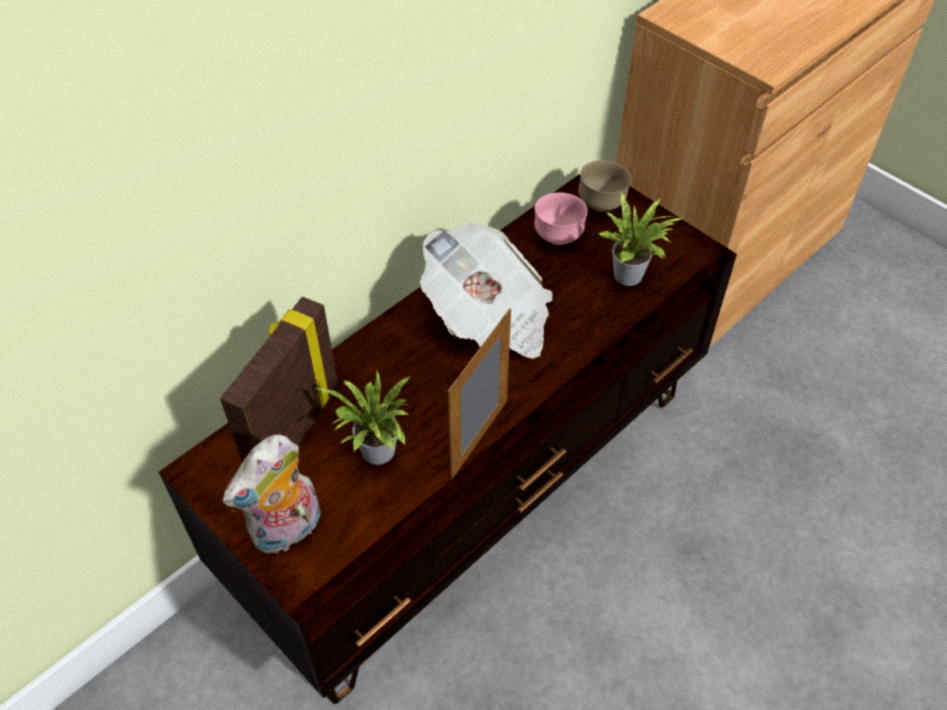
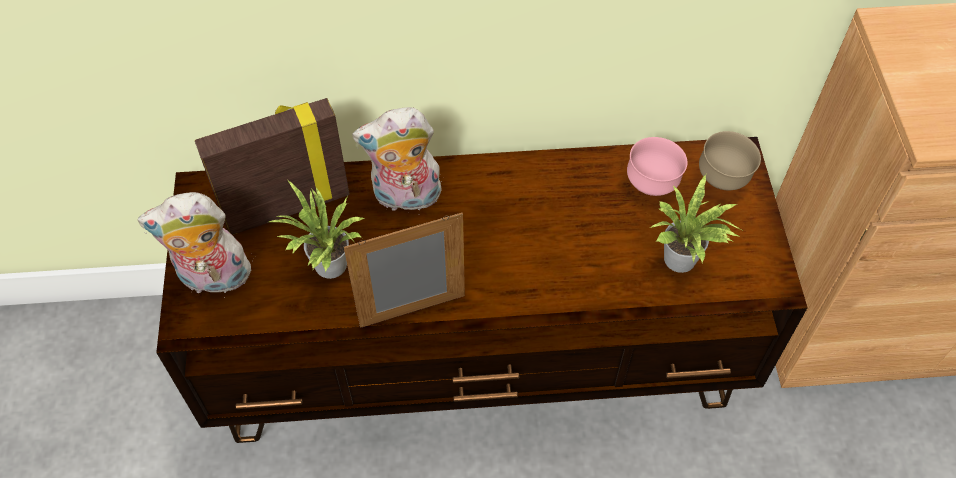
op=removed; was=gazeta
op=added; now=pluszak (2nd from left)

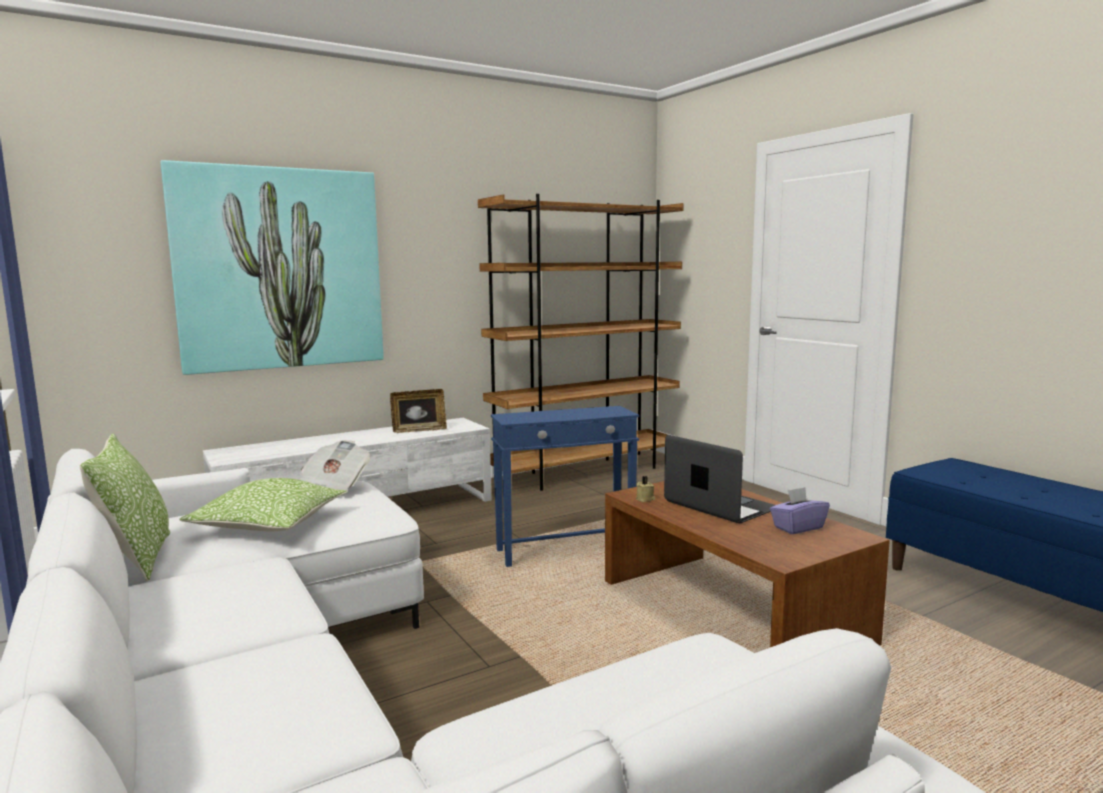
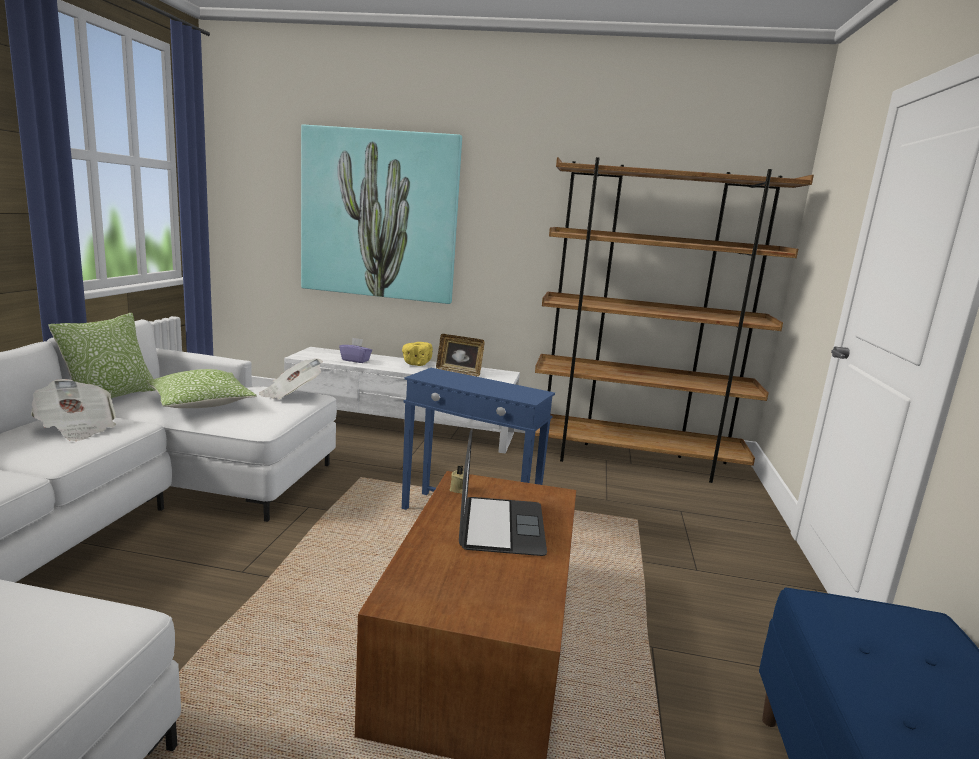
op=added; now=gazeta (1st from left)
op=added; now=miska (żółty)
op=moved; was=pudełko chusteczek (fioletowy)

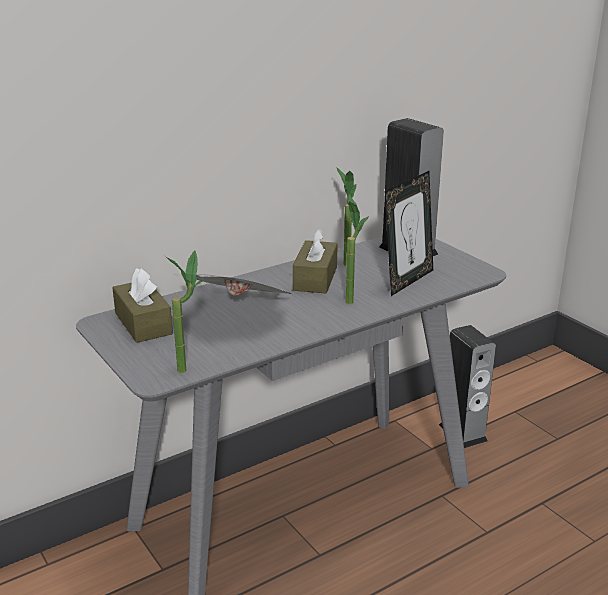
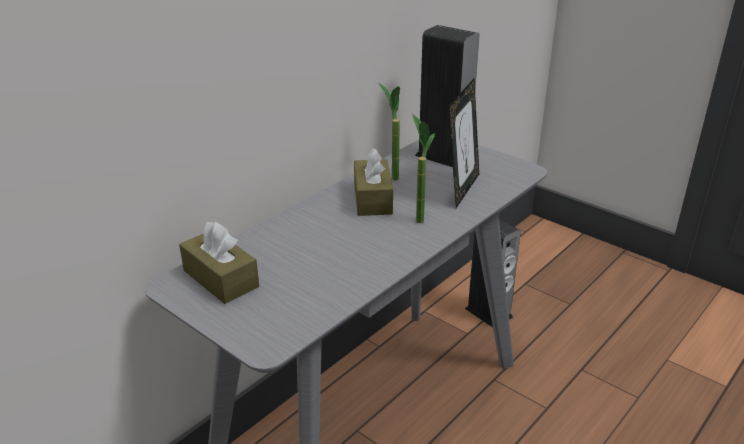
op=removed; was=roślina doniczkowa (1st from left)
op=removed; was=gazeta

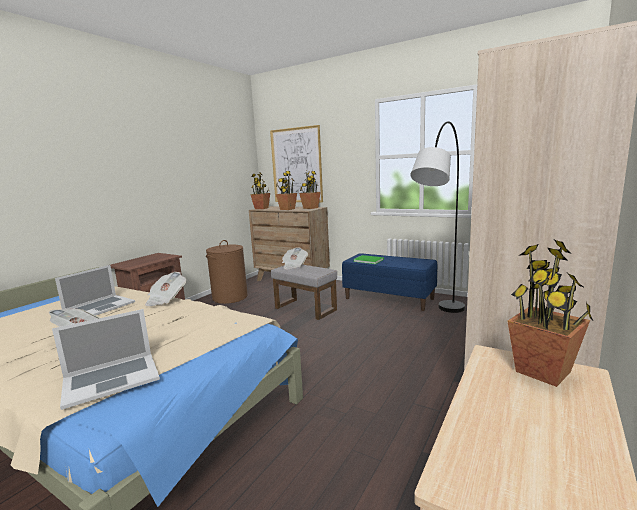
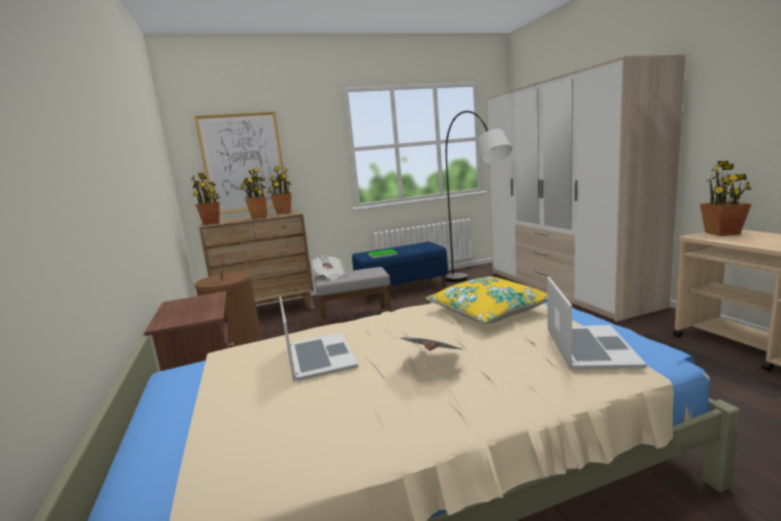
op=removed; was=gazeta (2nd from left)
op=added; now=poduszka (żółty)

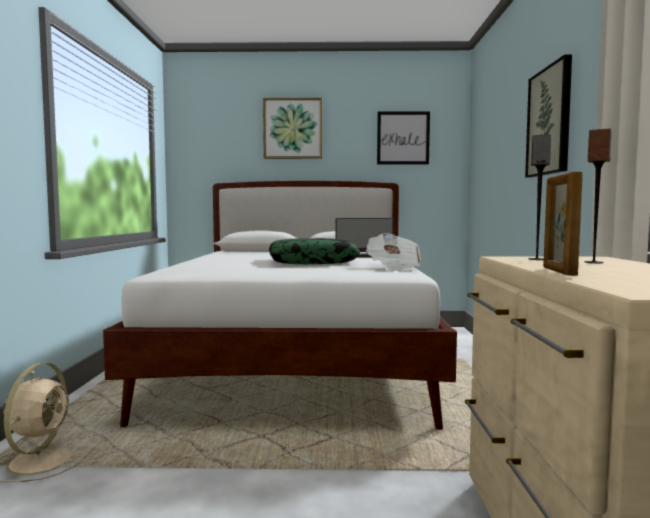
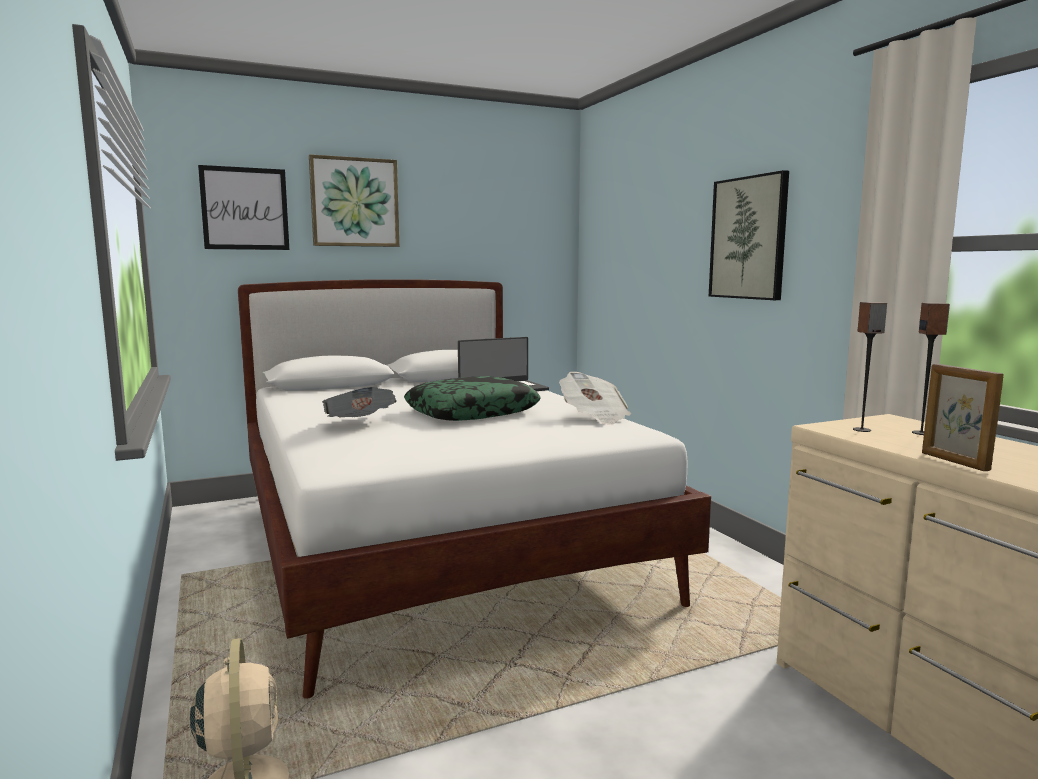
op=added; now=gazeta (1st from left)
op=moved; was=obraz (2nd from left in the first image); now=obraz (1st from left)

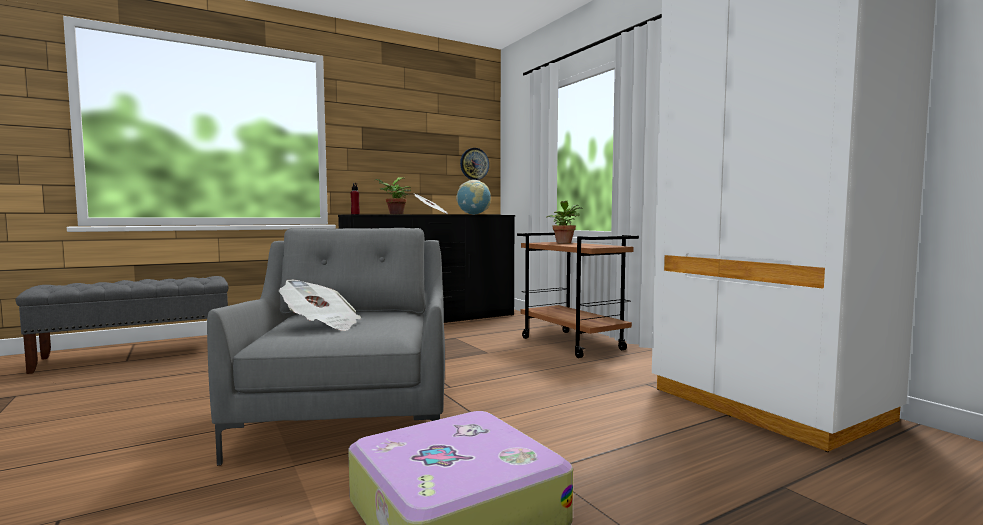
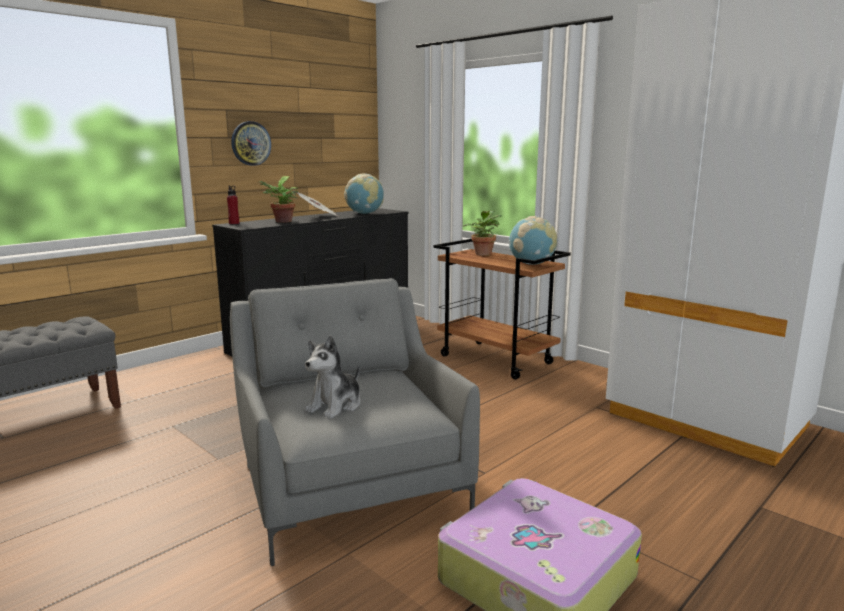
op=added; now=globus (2nd from left)
op=moved; was=zegar ścienny
op=replaced; was=gazeta (1st from left); now=pluszak

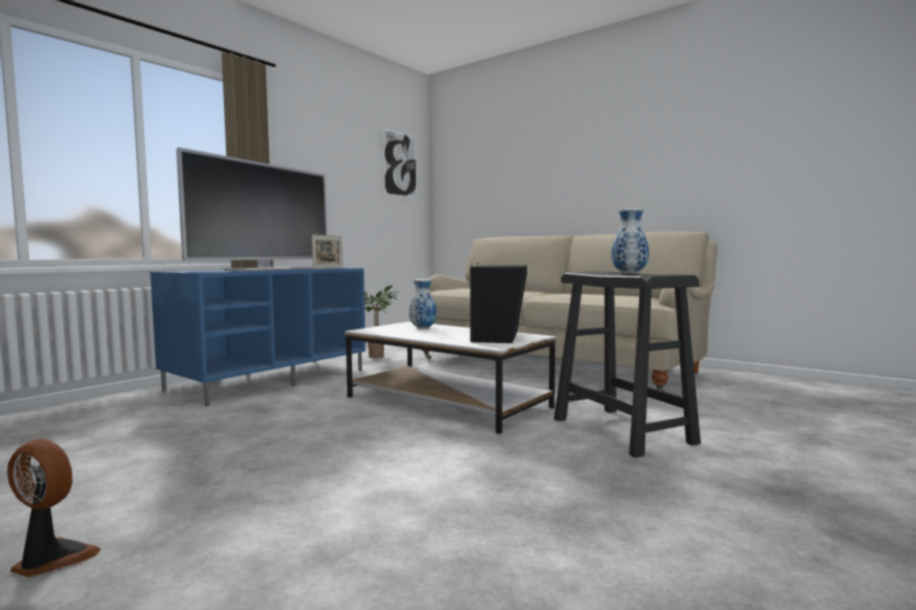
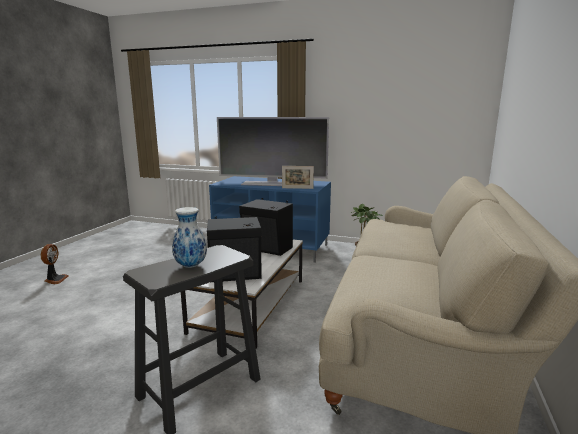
op=removed; was=obraz
op=replaced; was=wazon (1st from left); now=głośnik (czarny) (2nd from left)

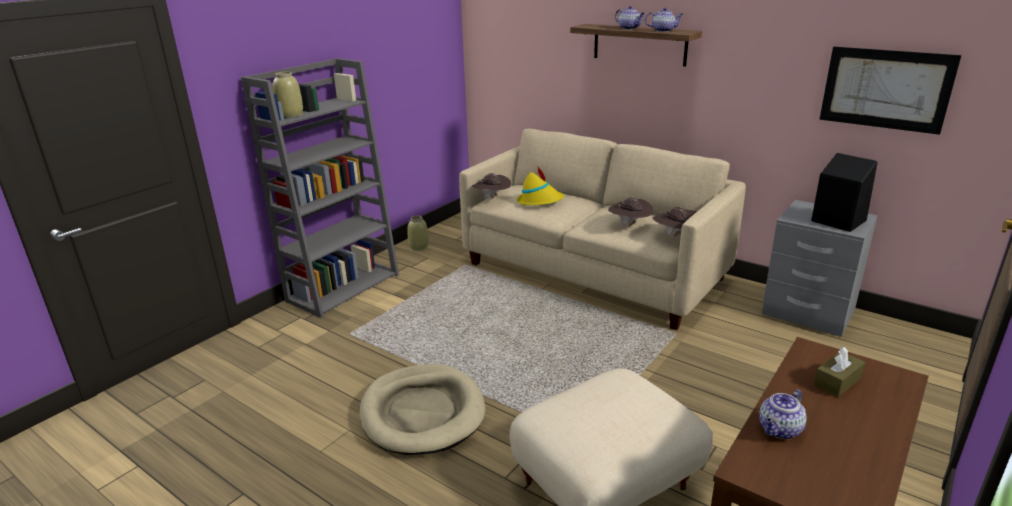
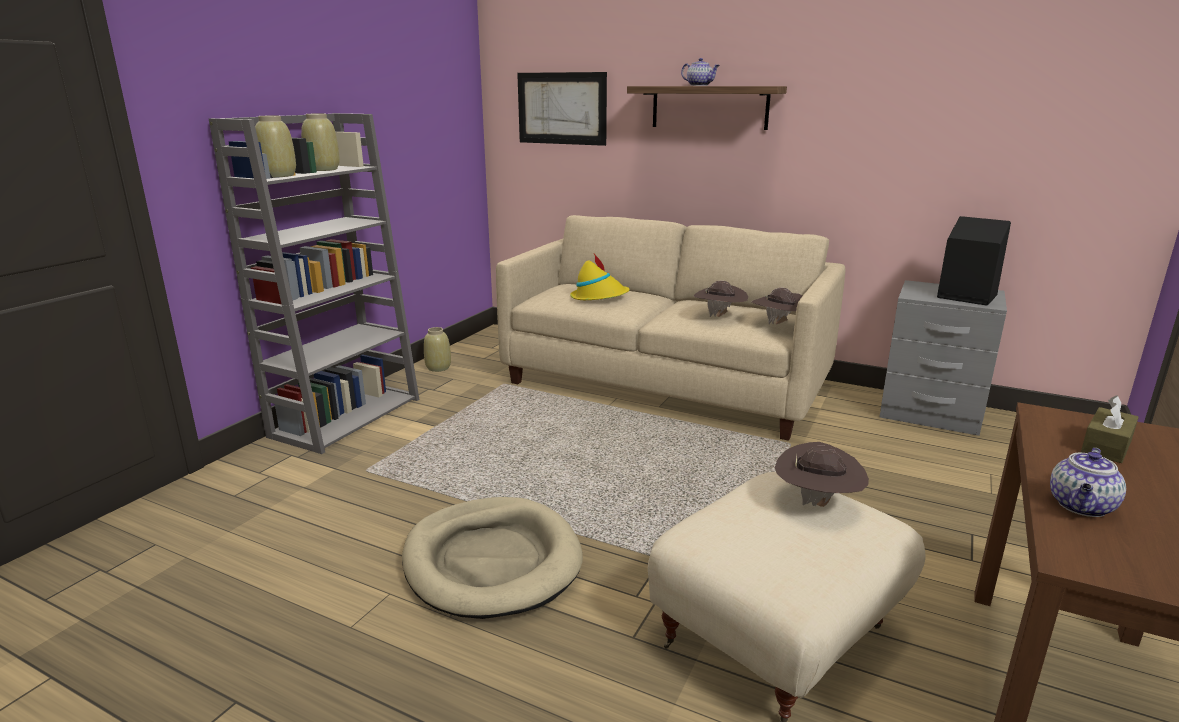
op=removed; was=imbryk (2nd from left)
op=added; now=wazon (beżowy) (2nd from left)
op=moved; was=kapelusz (brązowy) (1st from left in the first image); now=kapelusz (brązowy) (3rd from left)
op=moved; was=obraz

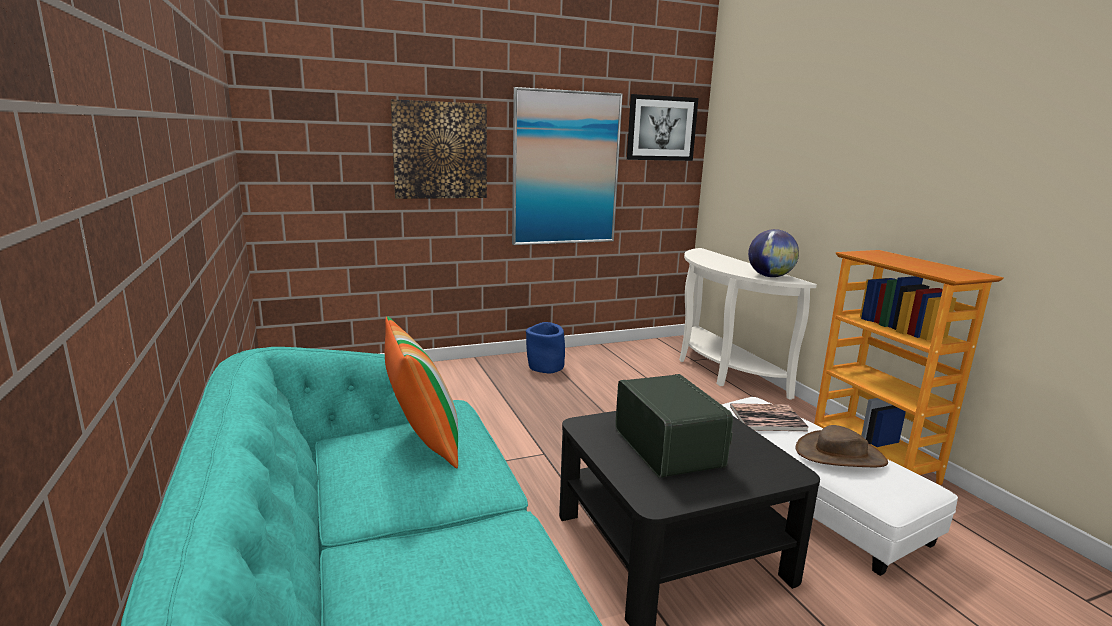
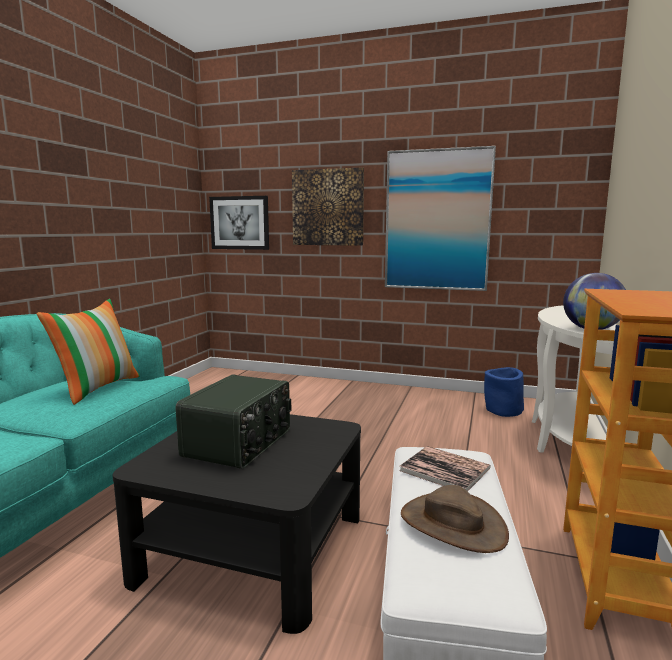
op=moved; was=donica (niebieski)
op=moved; was=obraz (3rd from left in the first image); now=obraz (1st from left)

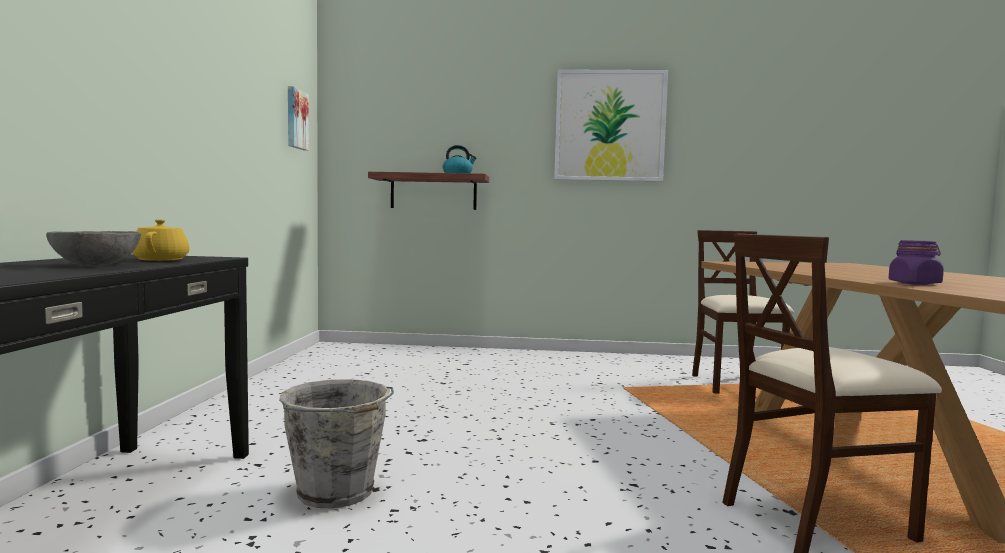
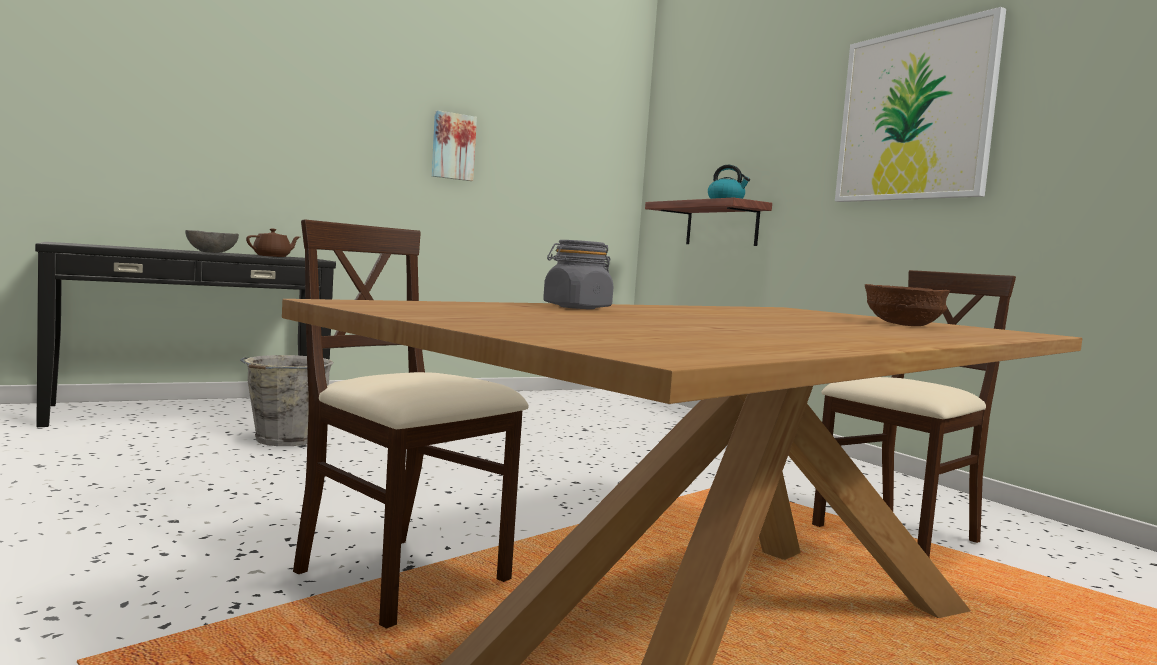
op=added; now=miska (brązowy)
op=moved; was=obraz (1st from left)
op=recoloured; was=imbryk (żółty); now=imbryk (brązowy)
op=recoloured; was=słoik (fioletowy); now=słoik (szary)

